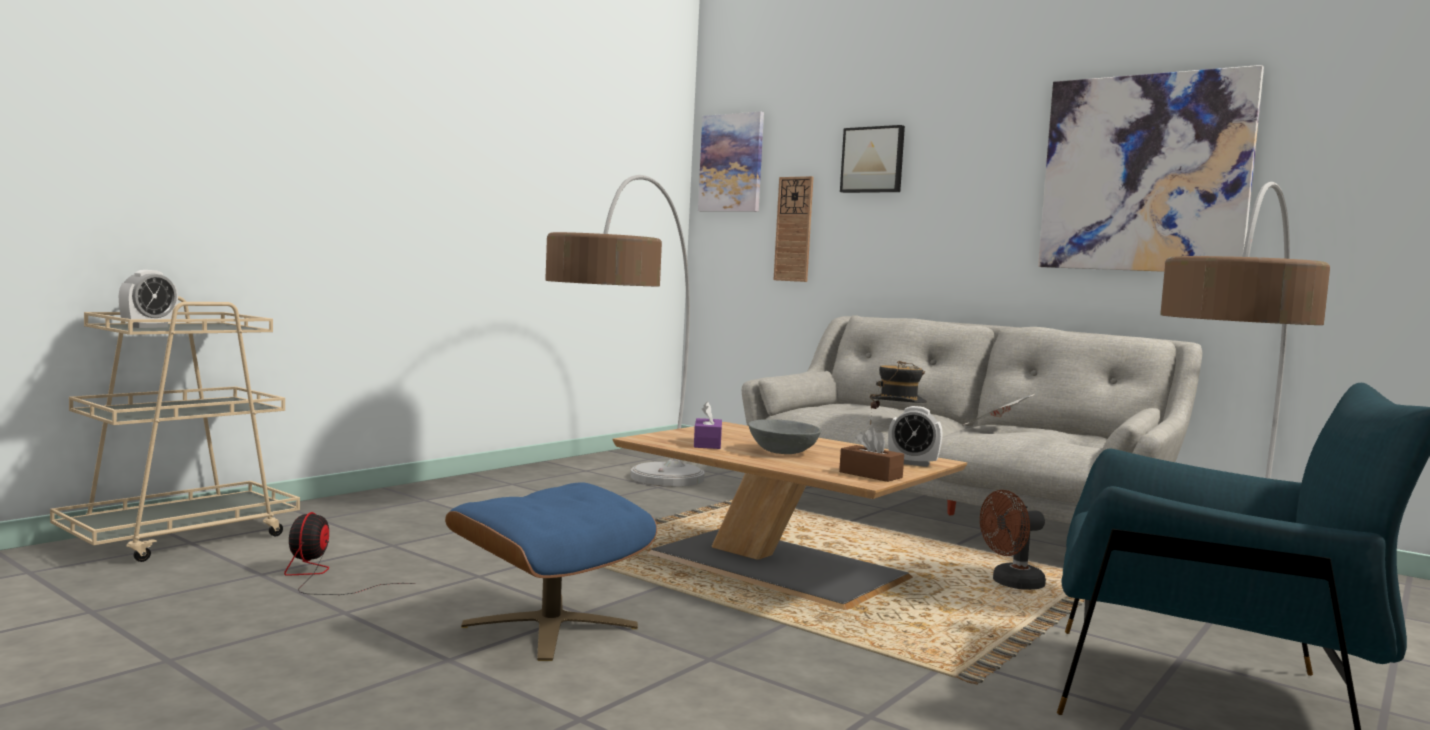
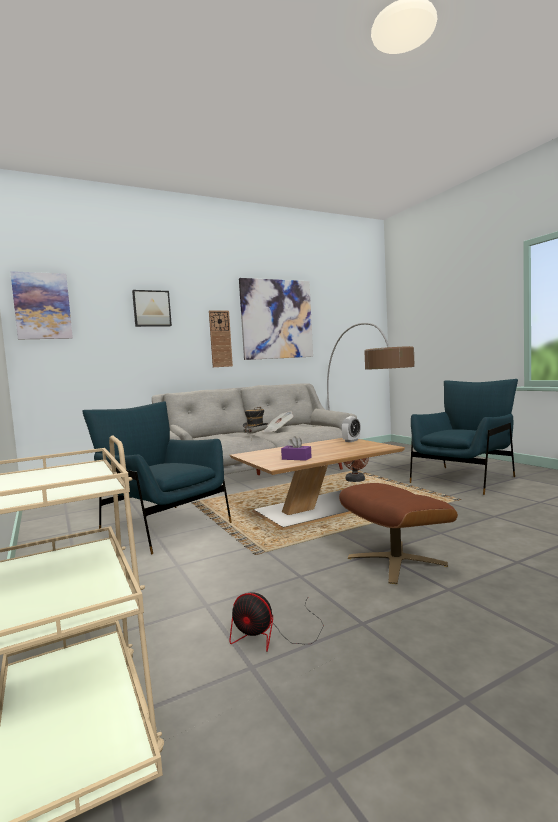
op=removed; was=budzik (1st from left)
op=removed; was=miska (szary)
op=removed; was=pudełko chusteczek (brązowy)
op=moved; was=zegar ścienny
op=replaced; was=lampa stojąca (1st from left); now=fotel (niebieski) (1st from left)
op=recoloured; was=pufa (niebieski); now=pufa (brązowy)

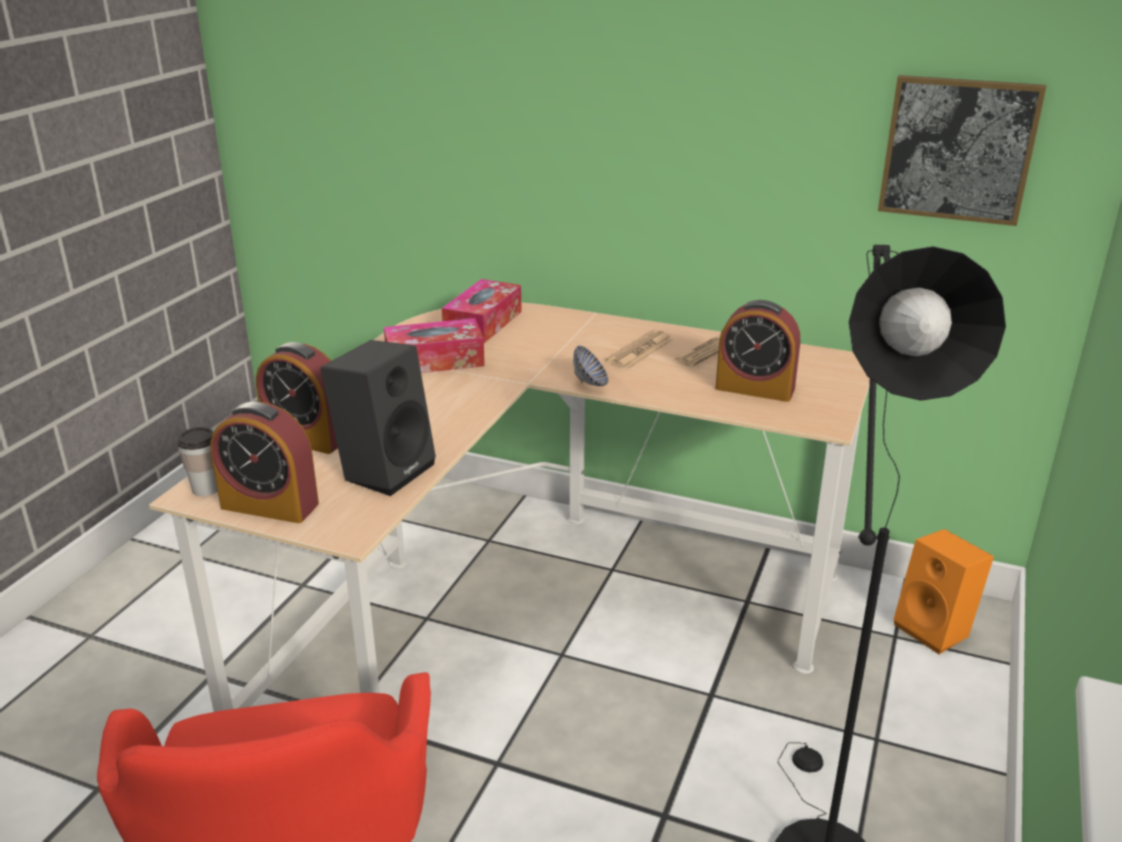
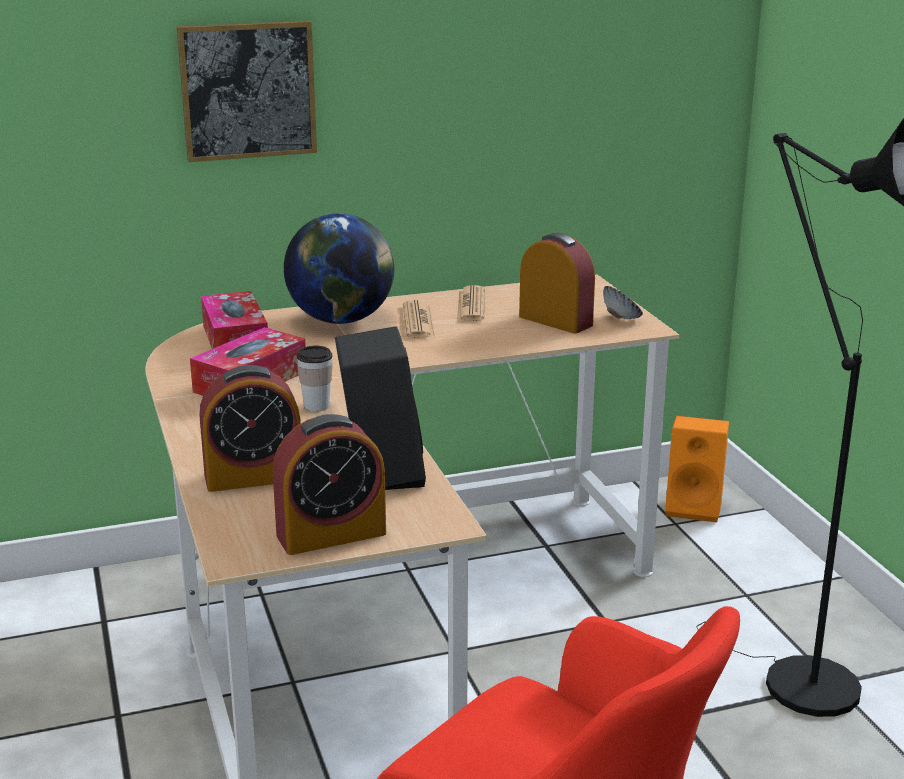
op=added; now=globus
op=moved; was=filiżanka
op=moved; was=miska
op=moved; was=obraz
op=turned; was=budzik (3rd from left); clockwise=-120

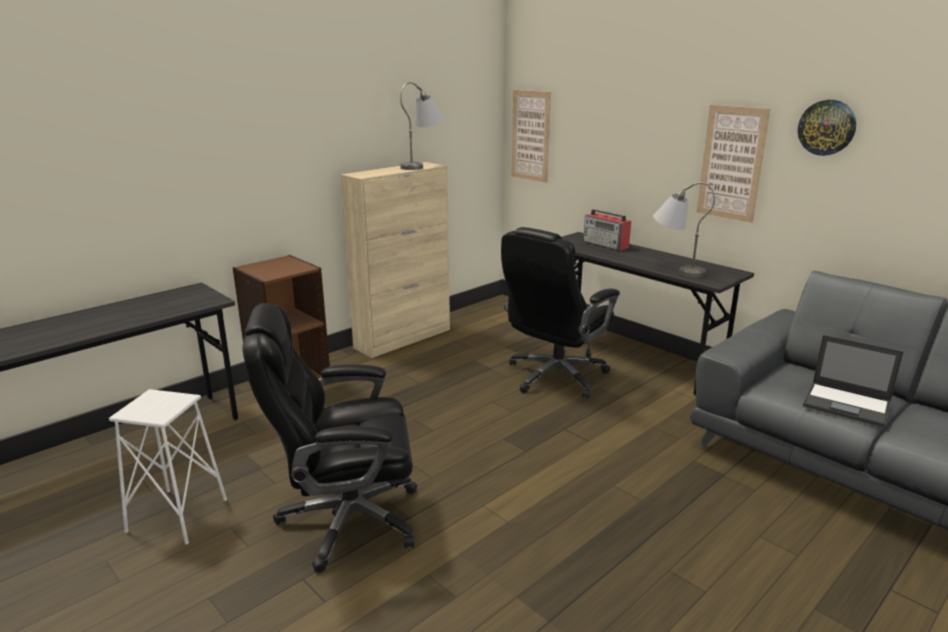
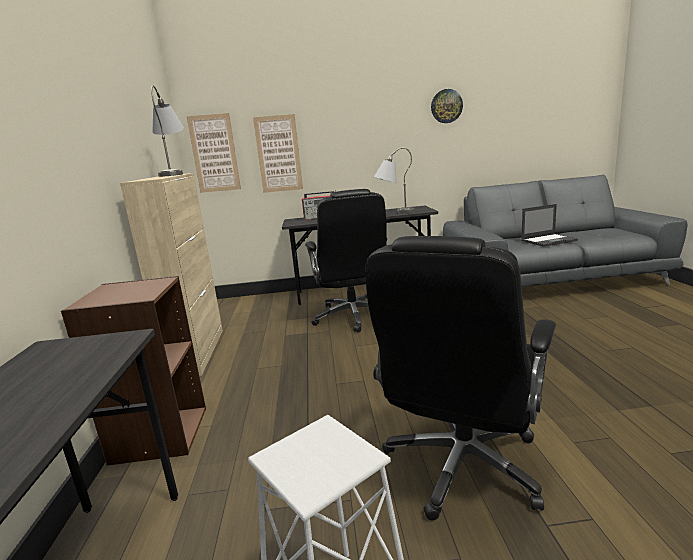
op=moved; was=obraz (2nd from left)

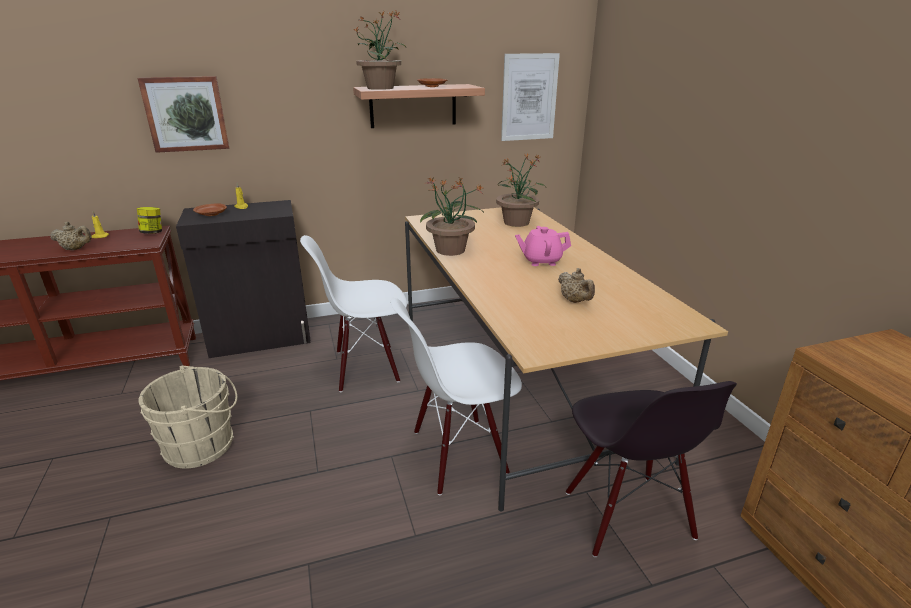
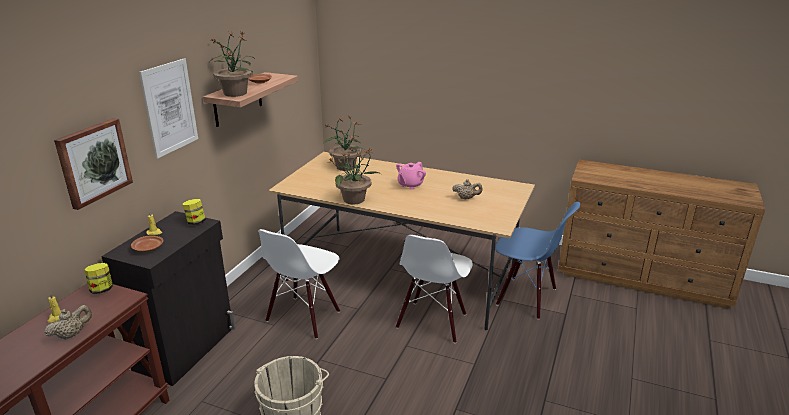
op=added; now=słoik (2nd from left)
op=moved; was=obraz (2nd from left)
op=recoloured; was=krzesło (czarny); now=krzesło (niebieski)

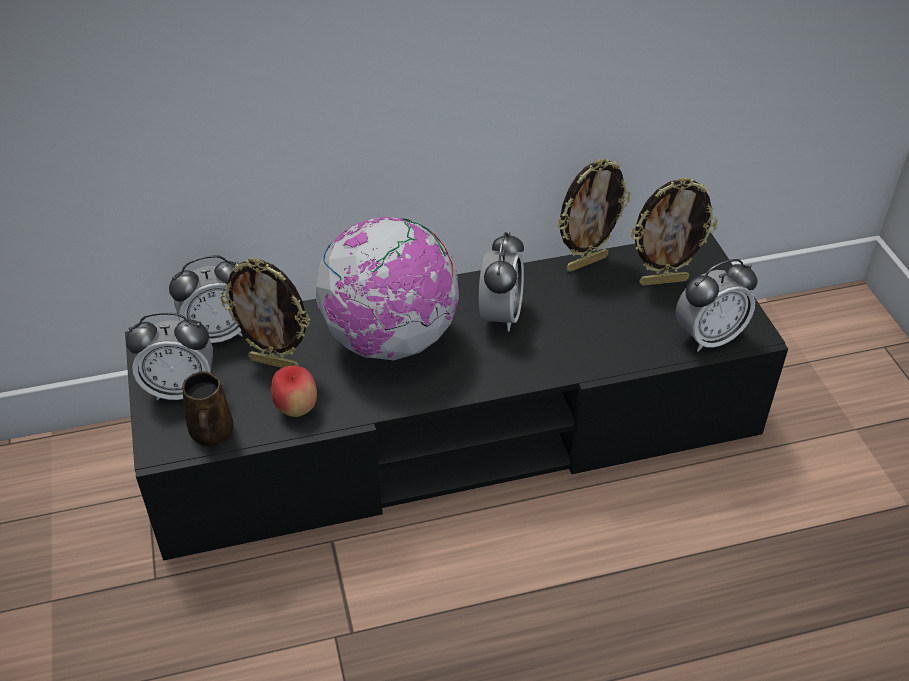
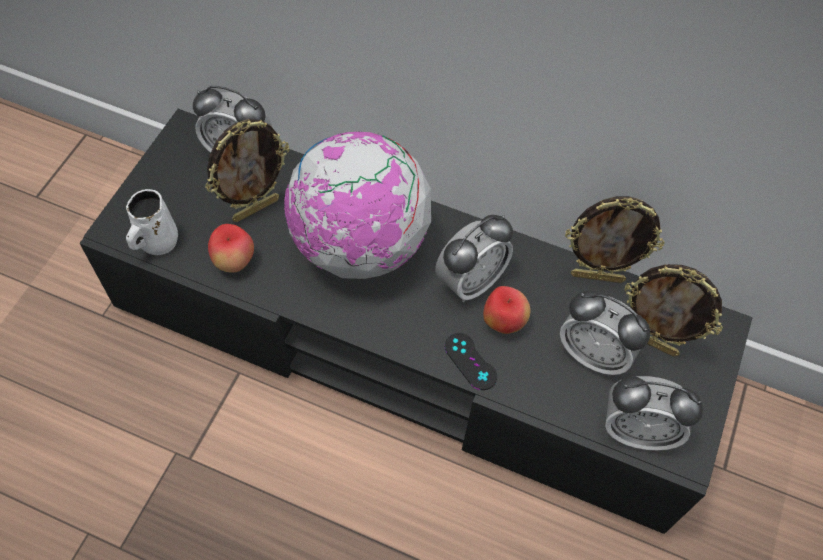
op=added; now=pad do gier (czarny)
op=added; now=jabłko (2nd from left)
op=moved; was=budzik (1st from left in the first image); now=budzik (3rd from left)
op=recoloured; was=kubek (brązowy); now=kubek (biały)
op=turned; was=ramka na zdjęcie (1st from left); clockwise=-90

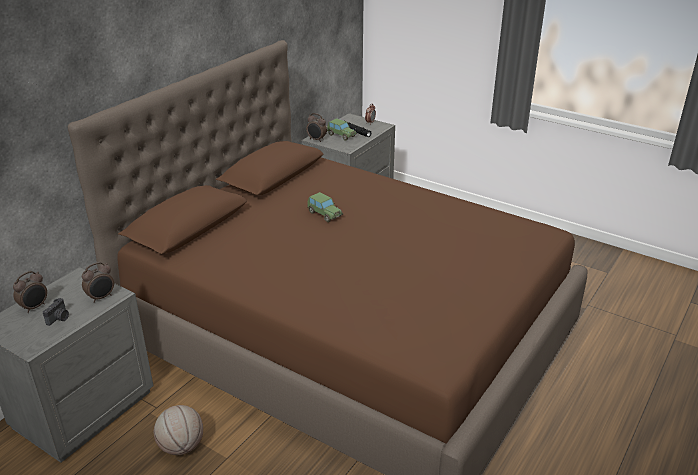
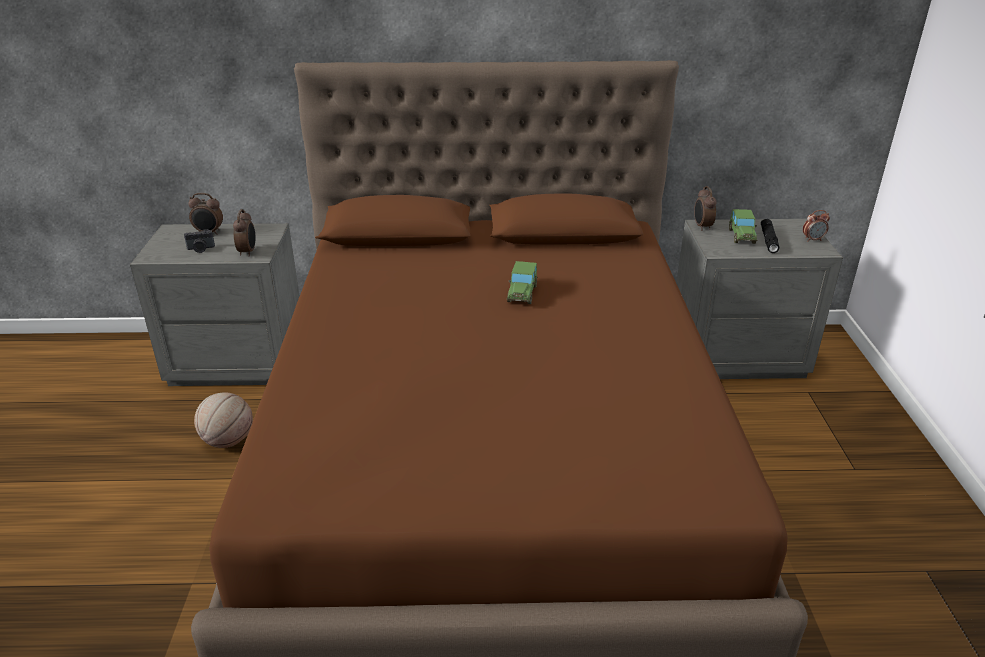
op=turned; was=budzik (2nd from left); clockwise=-105

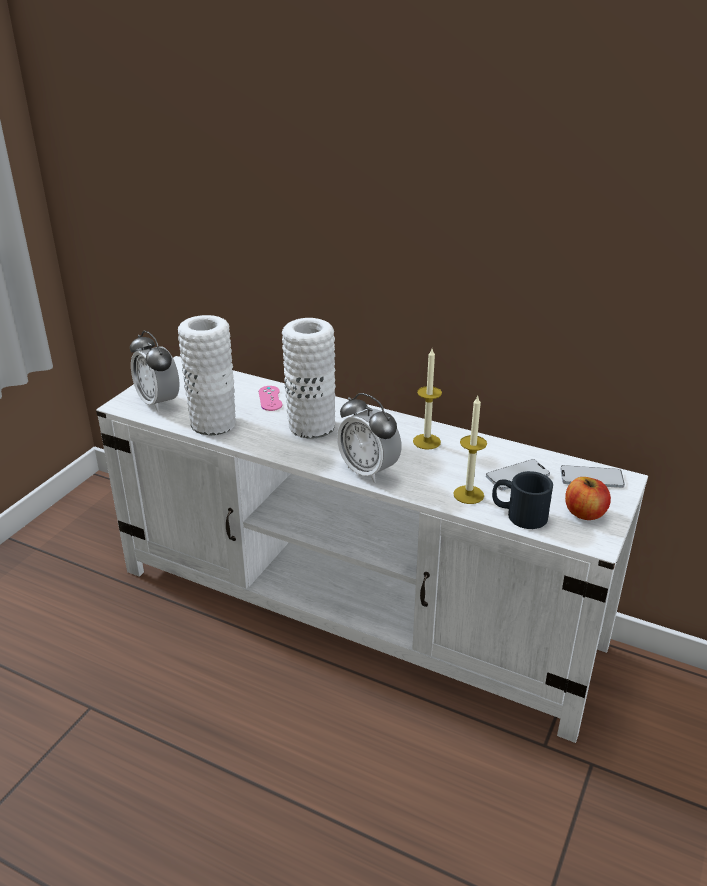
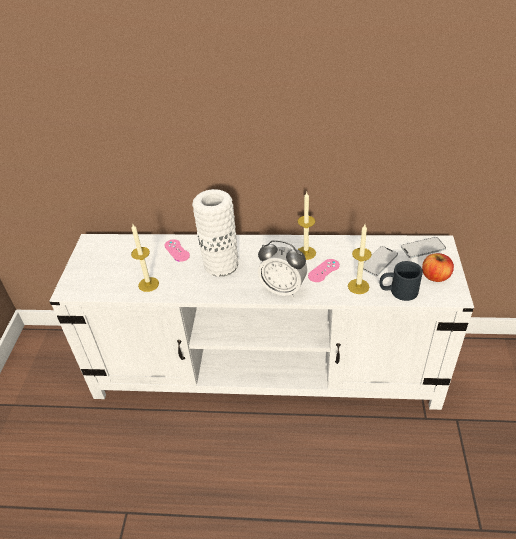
op=removed; was=budzik (1st from left)
op=added; now=pad do gier (różowy) (2nd from left)
op=replaced; was=wazon (biały) (1st from left); now=świeca (1st from left)

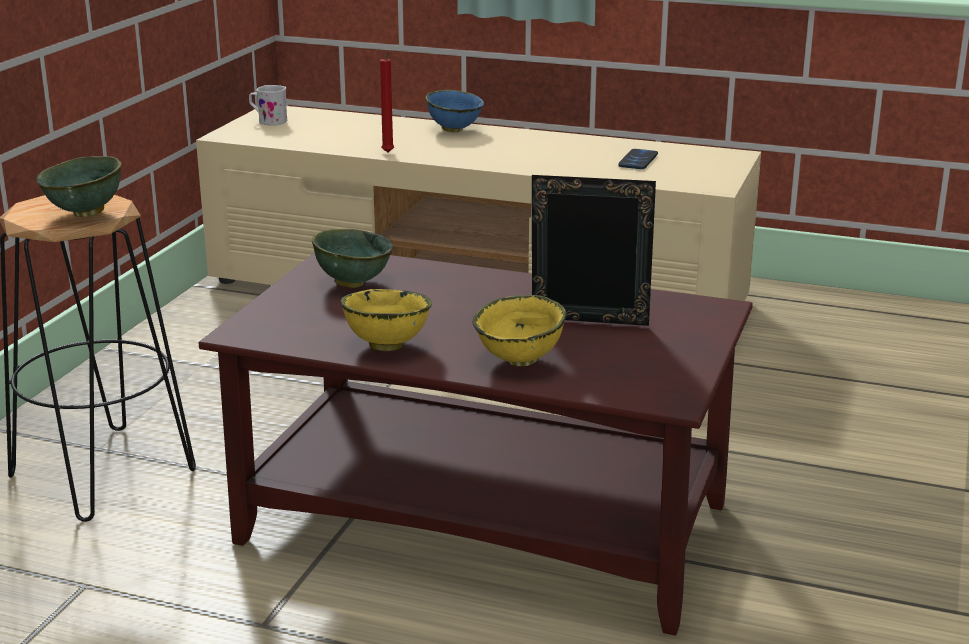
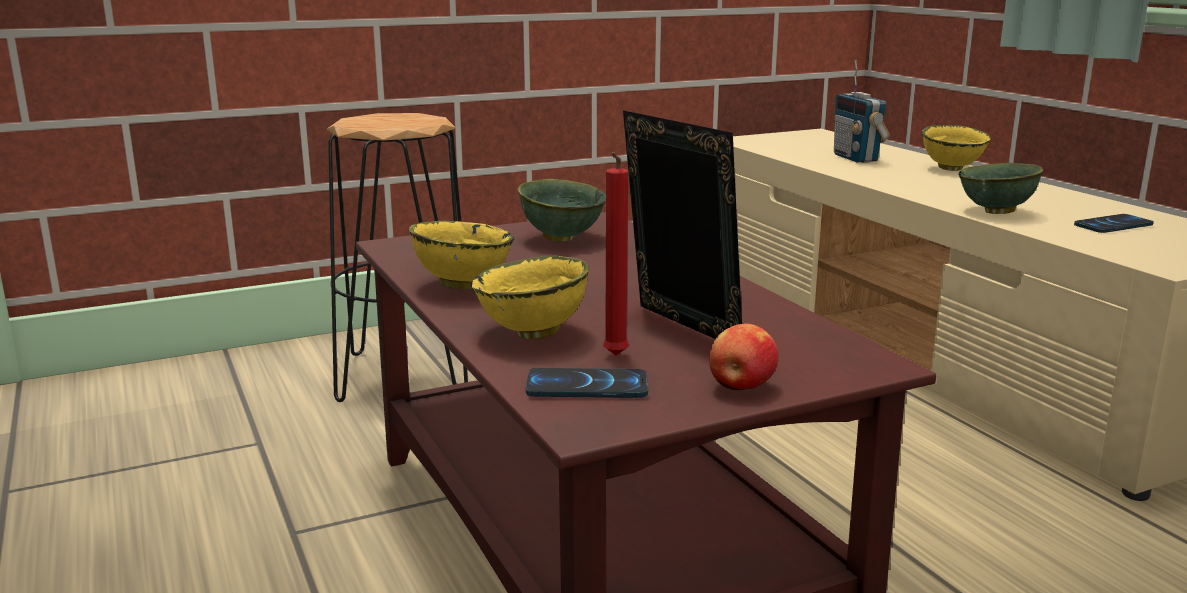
op=removed; was=kubek (biały)
op=added; now=telefon (1st from left)
op=added; now=jabłko
op=added; now=radio
op=moved; was=miska (zielony) (1st from left in the first image); now=miska (zielony) (2nd from left)
op=moved; was=świeca (czerwony)
op=recoloured; was=miska (niebieski); now=miska (żółty) (3rd from left)

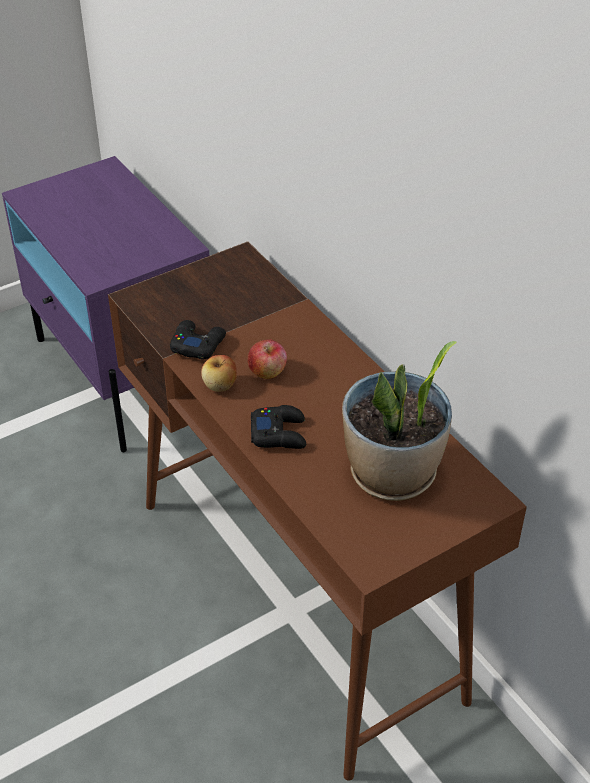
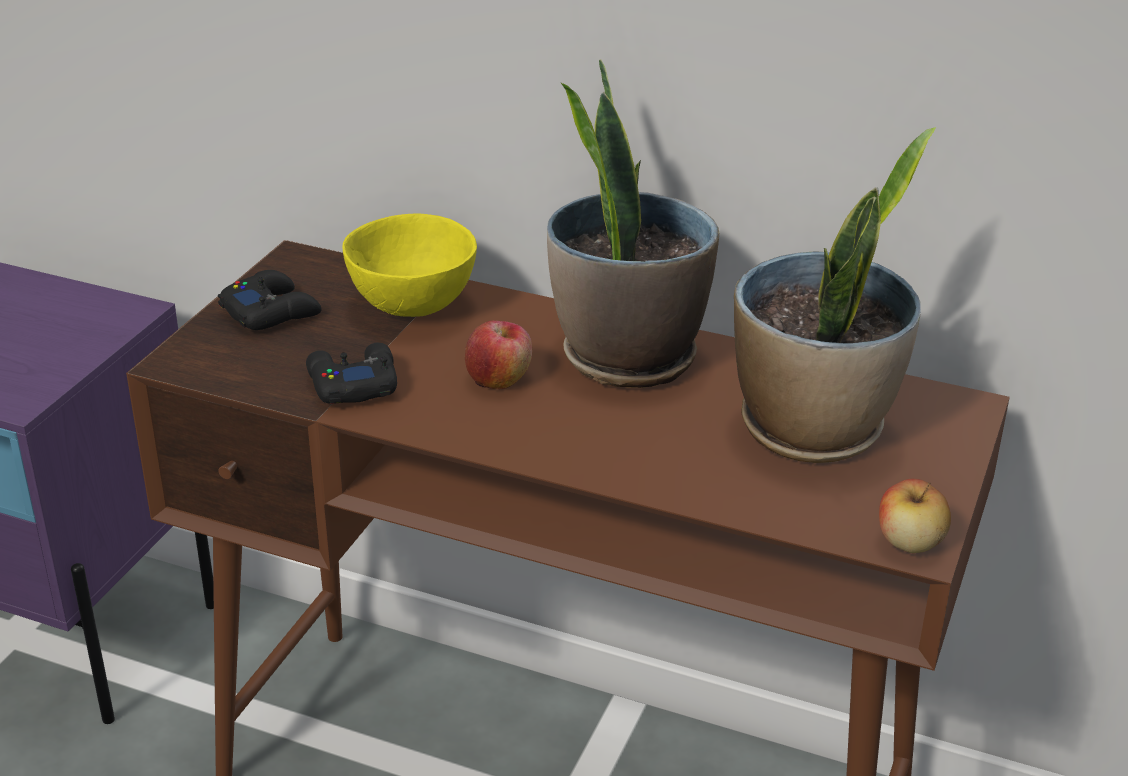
op=added; now=miska (żółty)
op=added; now=roślina doniczkowa (1st from left)
op=moved; was=jabłko (1st from left in the first image); now=jabłko (2nd from left)
op=moved; was=pad do gier (czarny) (2nd from left in the first image); now=pad do gier (czarny) (1st from left)

